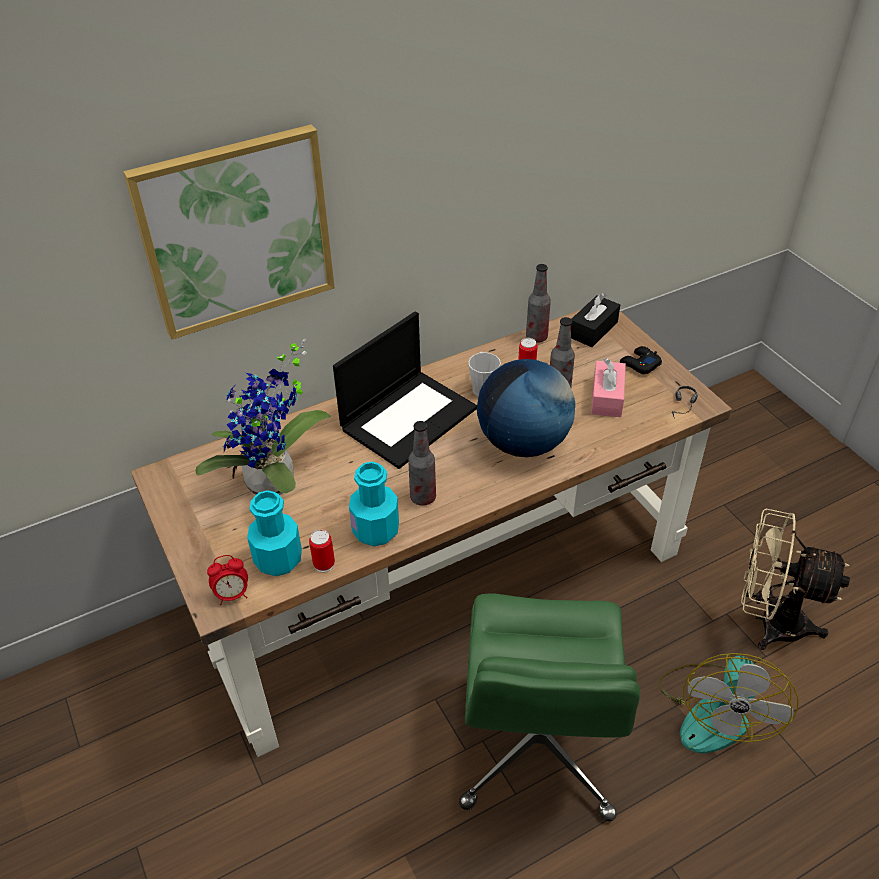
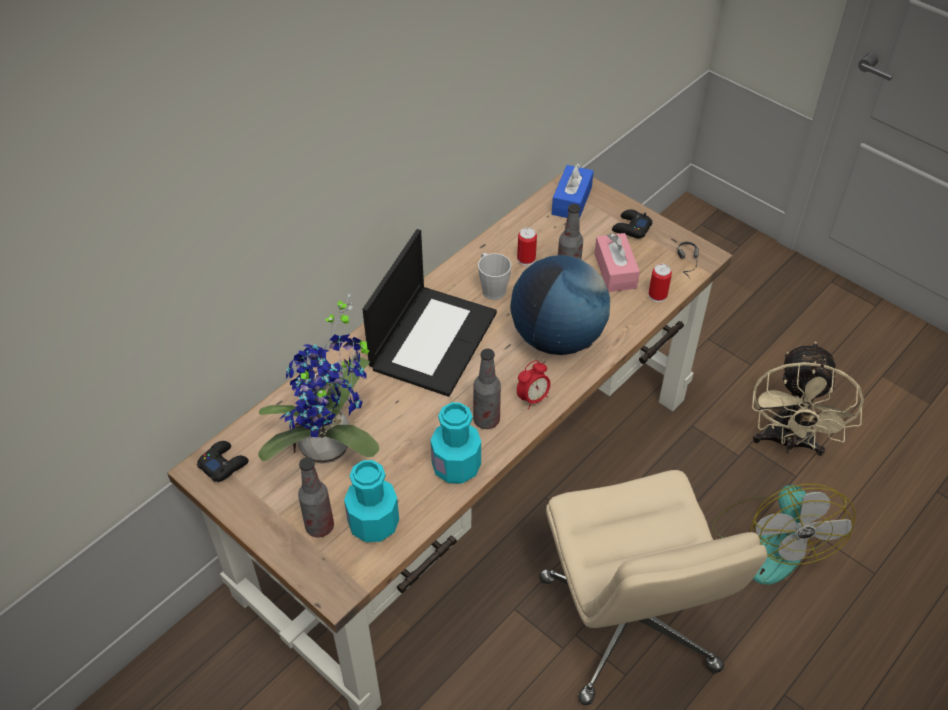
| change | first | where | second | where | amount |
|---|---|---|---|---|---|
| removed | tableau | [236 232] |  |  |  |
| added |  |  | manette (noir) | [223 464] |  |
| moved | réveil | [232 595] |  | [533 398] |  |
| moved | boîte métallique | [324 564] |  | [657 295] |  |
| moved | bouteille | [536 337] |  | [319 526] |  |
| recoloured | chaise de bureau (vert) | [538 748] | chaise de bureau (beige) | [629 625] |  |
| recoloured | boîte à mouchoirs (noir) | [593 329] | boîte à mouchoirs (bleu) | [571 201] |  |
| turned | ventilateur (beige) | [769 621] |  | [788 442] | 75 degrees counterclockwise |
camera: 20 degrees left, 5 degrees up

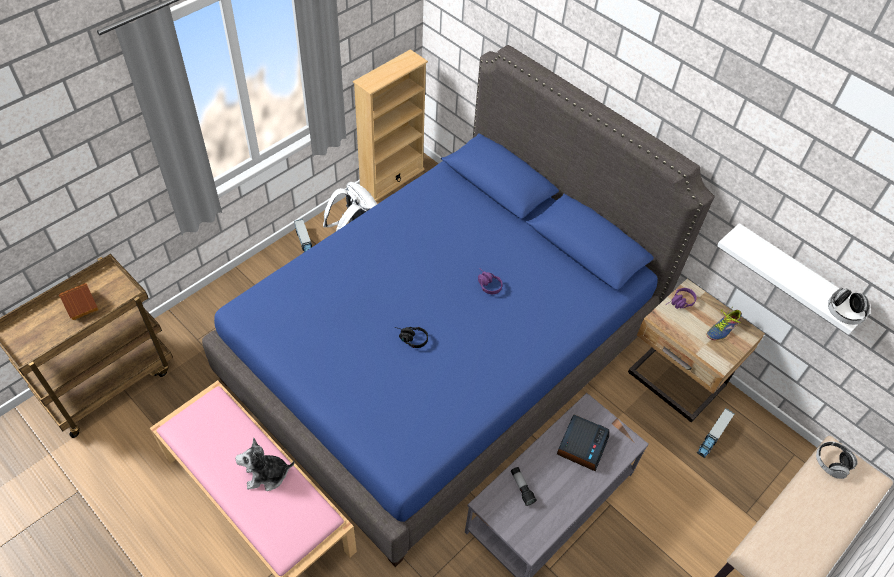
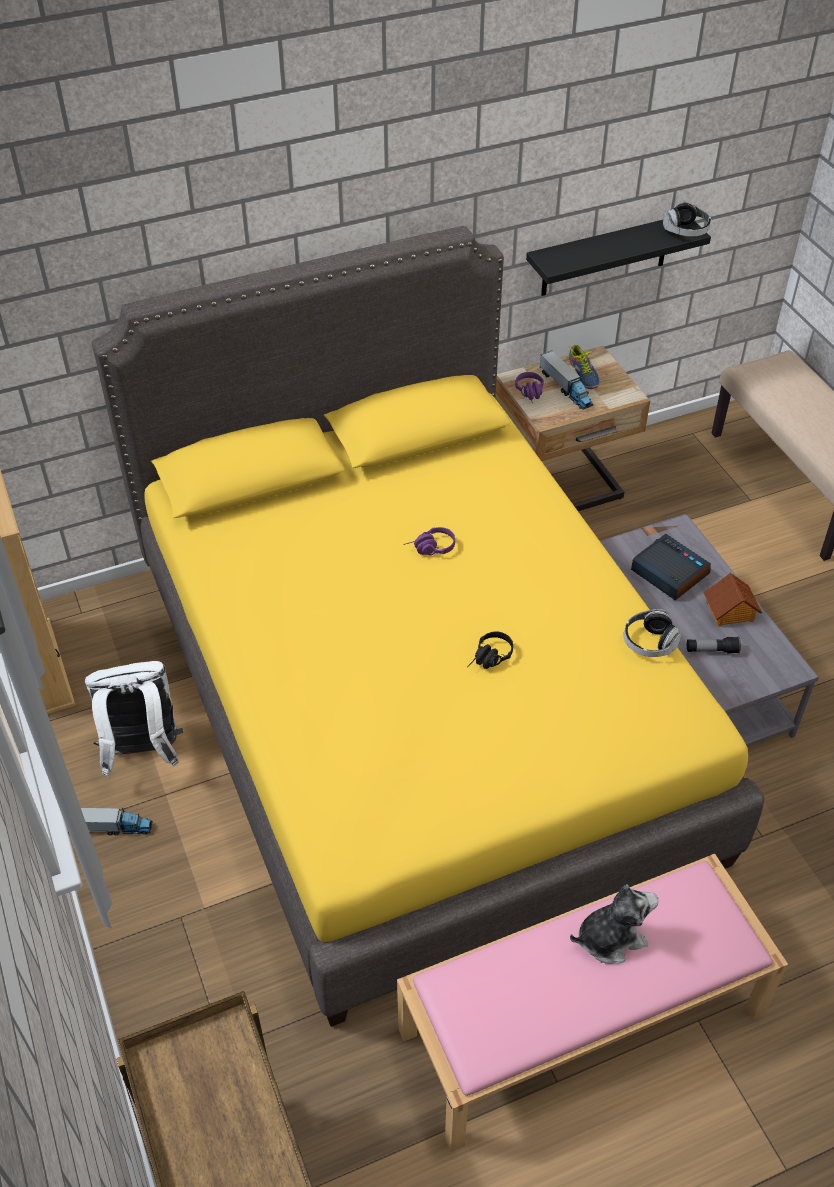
| change | first | where | second | where | amount |
|---|---|---|---|---|---|
| moved | maison miniature | [80 305] |  | [730 611] |  |
| moved | camion jouet | [713 436] |  | [565 388] |  |
| moved | casque audio | [831 463] |  | [649 643] |  |
| recoloured | lit (bleu) | [442 353] | lit (jaune) | [414 707] |  |
| recoloured | étagère (blanc) | [794 278] | étagère (noir) | [605 256] |  |
| turned | peluche | [267 475] |  | [610 937] | 120 degrees counterclockwise |
camera: 65 degrees left, 5 degrees down

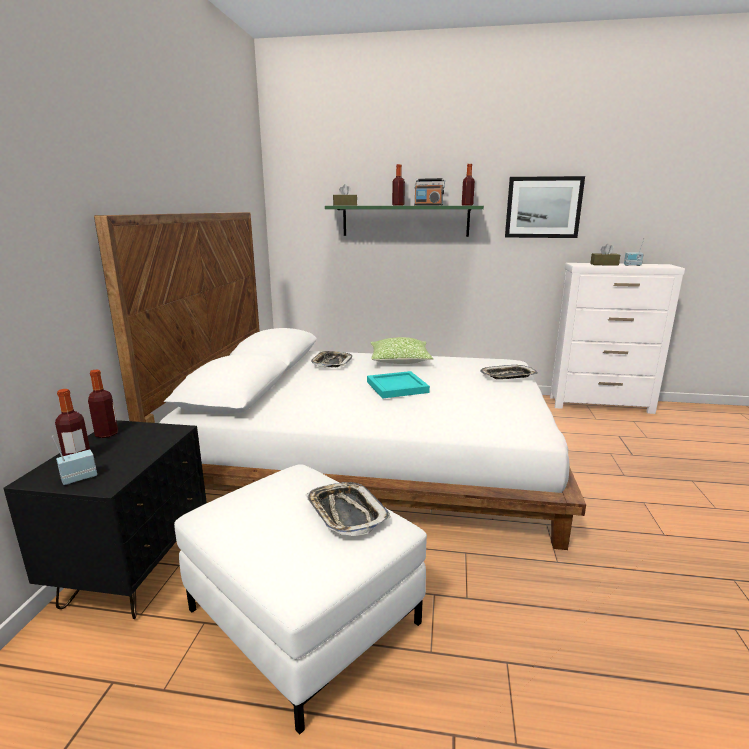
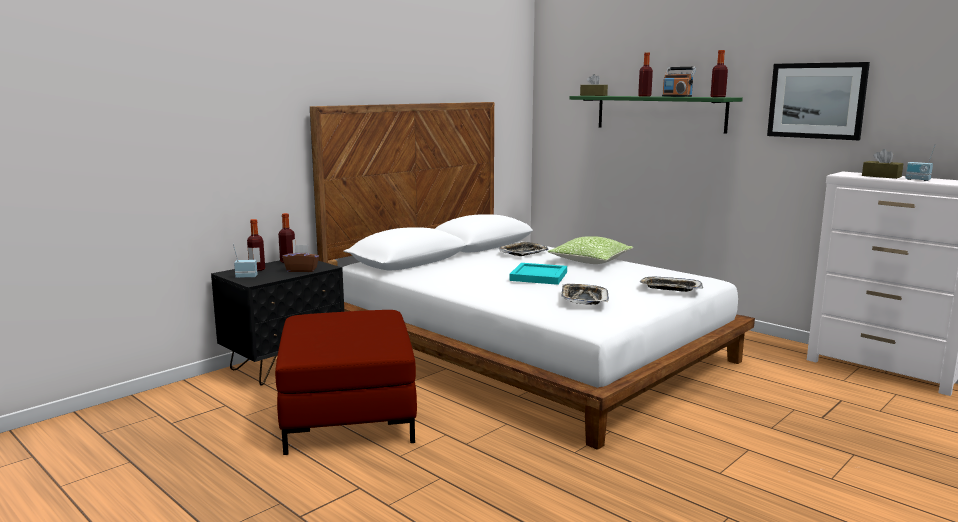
| change | first | where | second | where | amount |
|---|---|---|---|---|---|
| added |  |  | boîte à mouchoirs (marron) | [302 270] |  |
| moved | plateau | [346 513] |  | [583 299] |  |
| recoloured | pouf (blanc) | [301 616] | pouf (rouge) | [347 414] |  |
camera: 35 degrees right, 5 degrees down

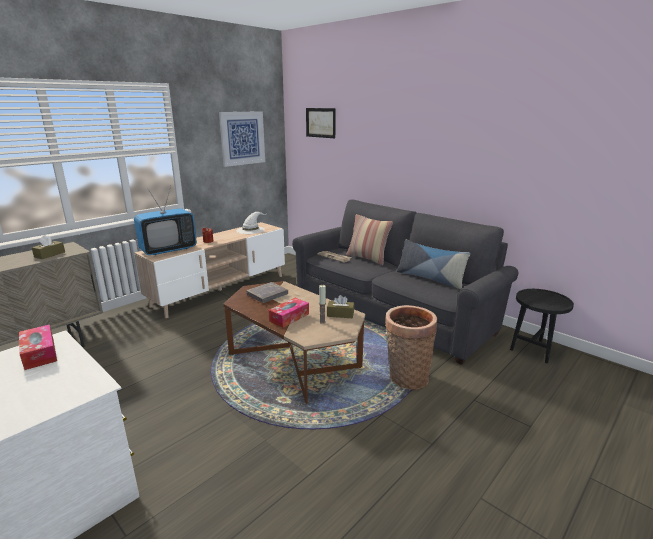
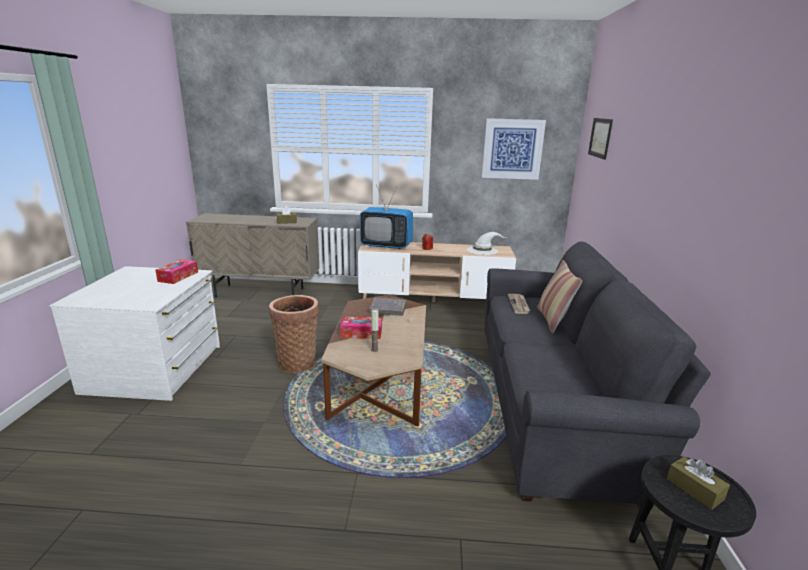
| change | first | where | second | where | amount |
|---|---|---|---|---|---|
| removed | coussin | [430 278] |  |  |  |
| moved | boîte à mouchoirs (marron) | [340 314] |  | [694 489] |  |
| moved | panier | [406 377] |  | [297 362] |  |
camera: 50 degrees right, 0 degrees up

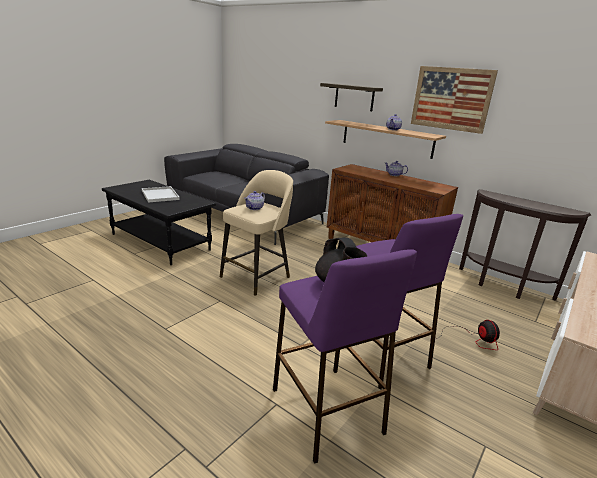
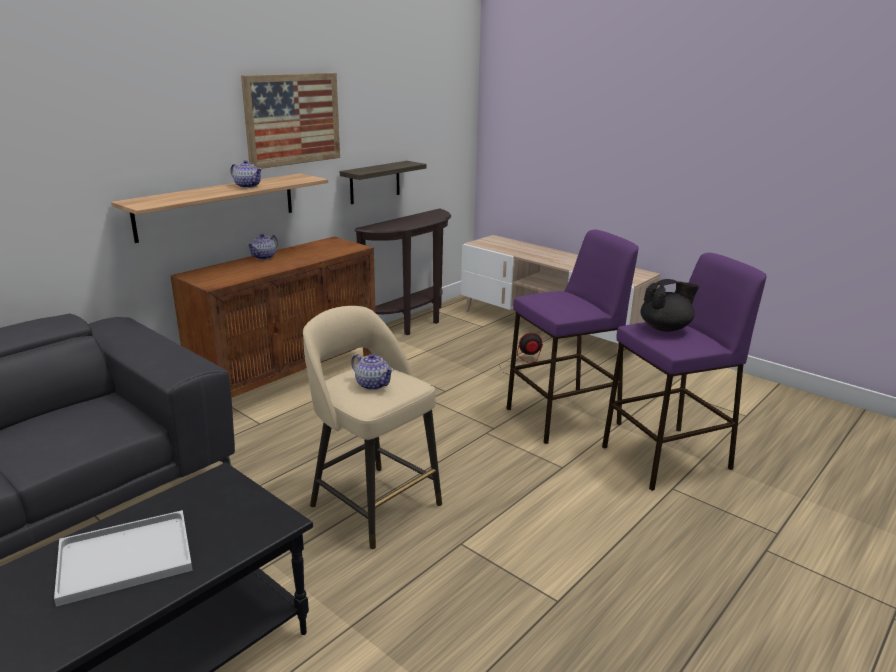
| change | first | where | second | where | amount |
|---|---|---|---|---|---|
| moved | étagère | [354 97] |  | [375 182] |  |
camera: 85 degrees left, 0 degrees up

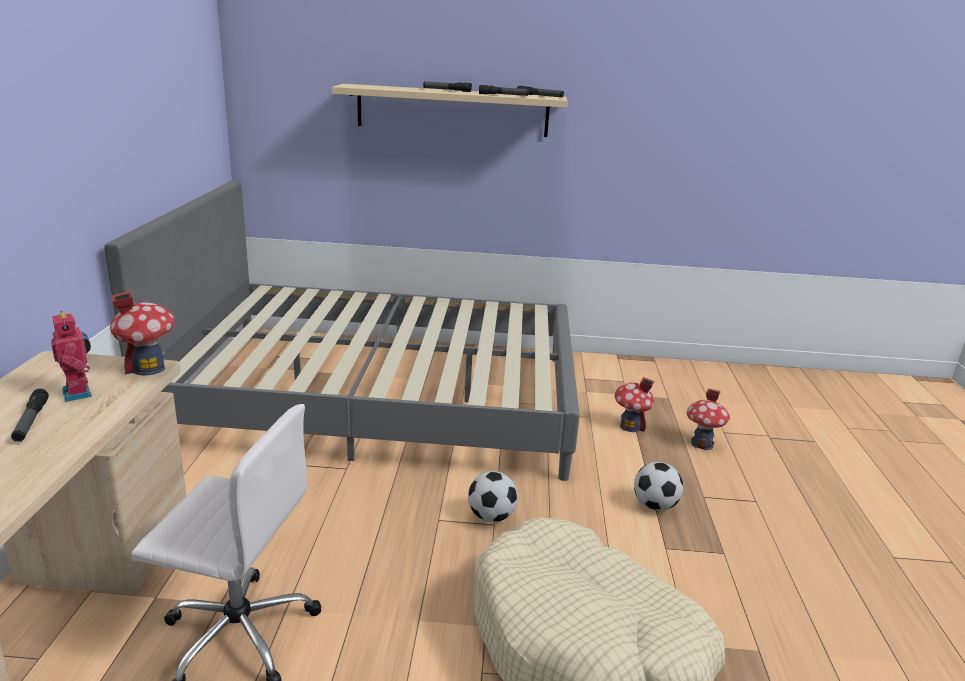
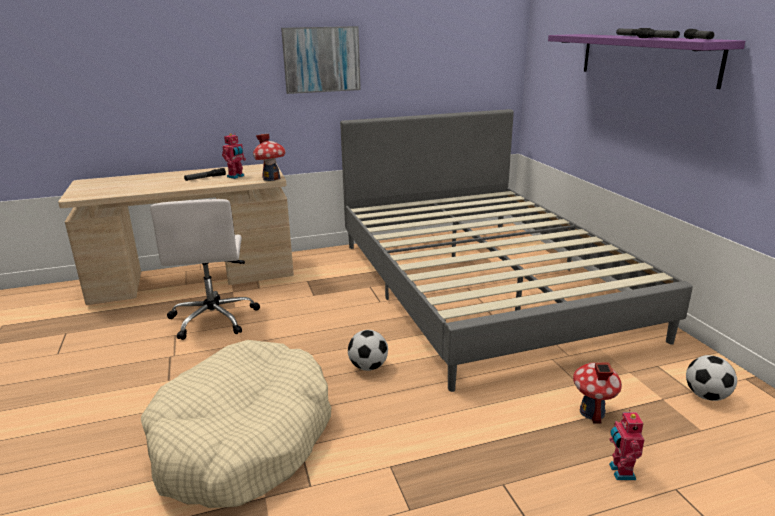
| change | first | where | second | where | amount |
|---|---|---|---|---|---|
| added |  |  | tableau | [321 59] |  |
| moved | ballon de foot | [655 506] |  | [706 396] |  |
| replaced | maison miniature | [702 444] | robot jouet | [620 472] |  |
| recoloured | étagère (beige) | [452 110] | étagère (violet) | [645 58] |  |
camera: 70 degrees right, 0 degrees up

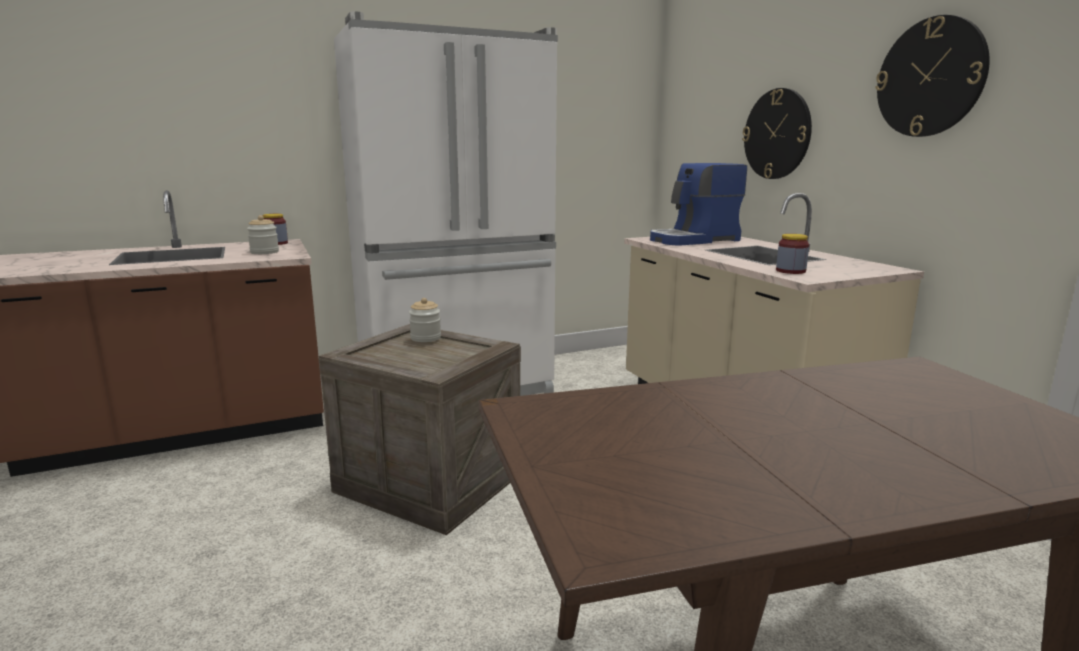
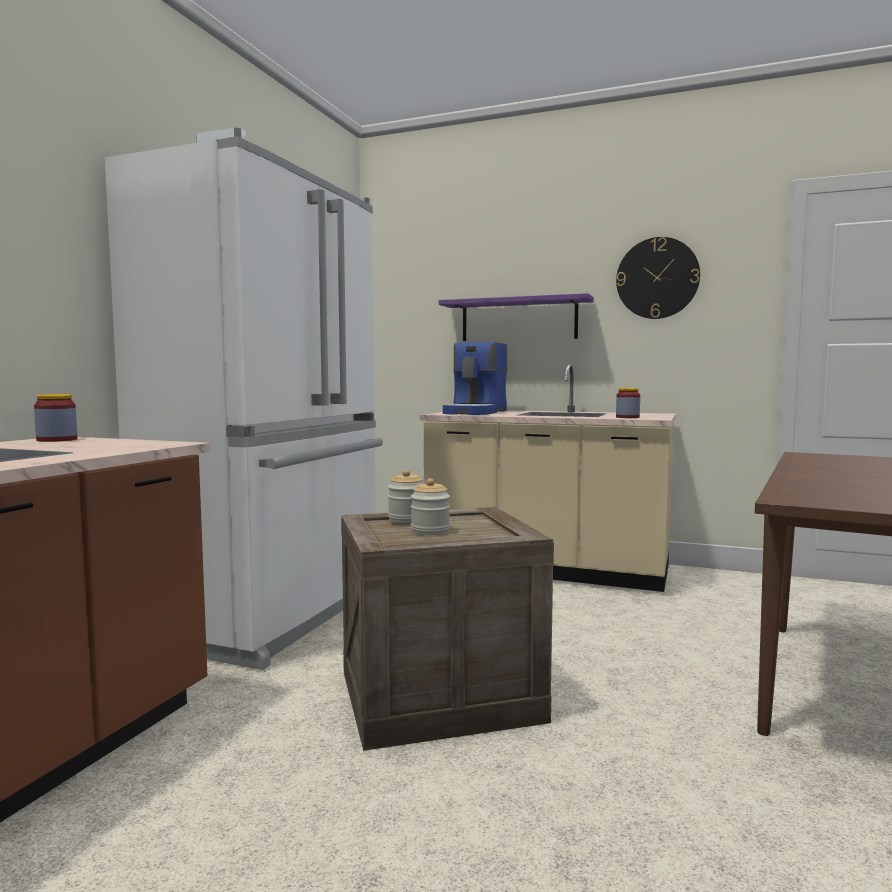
| change | first | where | second | where | amount |
|---|---|---|---|---|---|
| moved | bocal | [264 252] |  | [430 531] |  |
| replaced | horloge murale | [777 134] | étagère (violet) | [518 320] |  |
camera: 45 degrees left, 10 degrees down

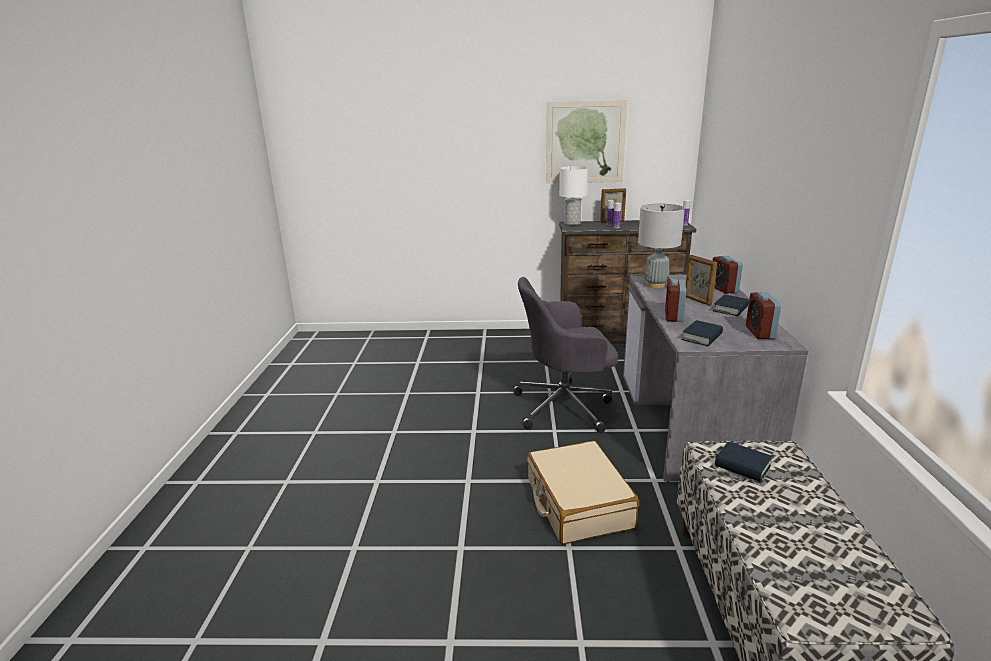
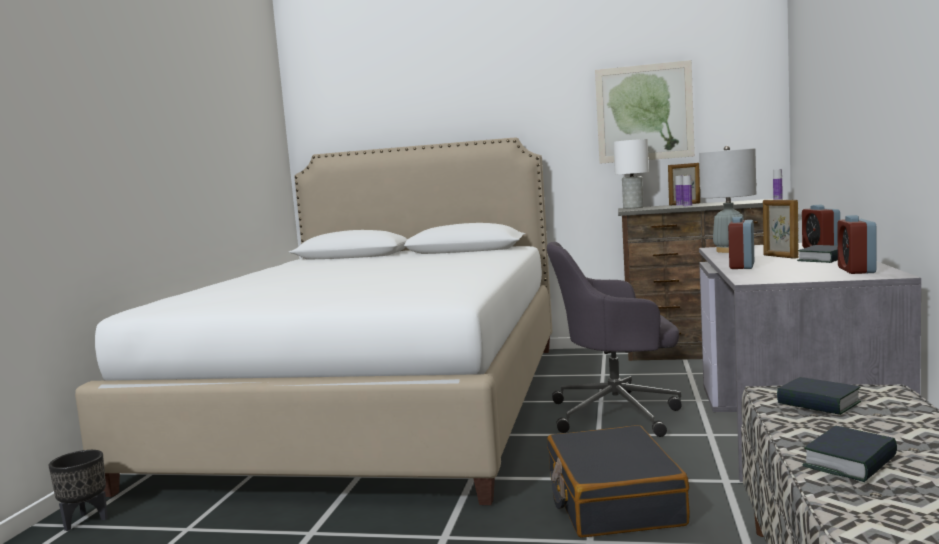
| change | first | where | second | where | amount |
|---|---|---|---|---|---|
| added |  |  | cache-pot (noir) | [85 520] |  |
| added |  |  | lit (blanc) | [378 406] |  |
| moved | livre | [702 337] |  | [850 462] |  |
| recoloured | valise (beige) | [578 503] | valise (noir) | [612 500] |  |
camera: 10 degrees right, 15 degrees down

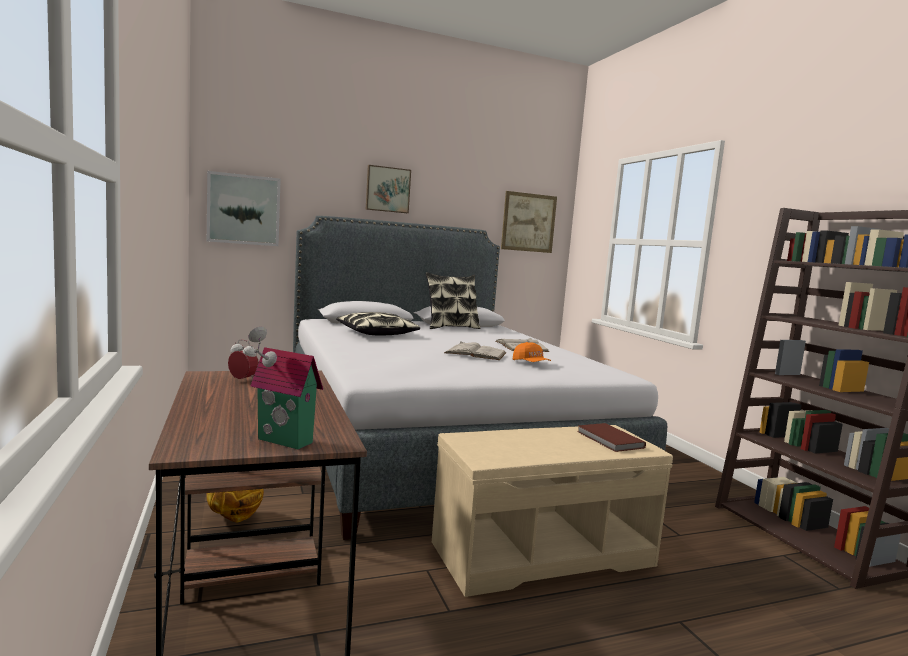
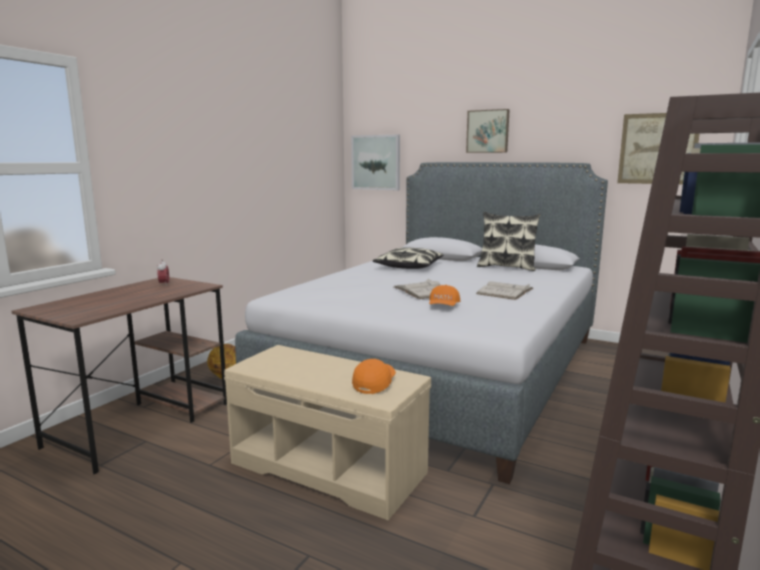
| change | first | where | second | where | amount |
|---|---|---|---|---|---|
| removed | maison miniature | [282 442] |  |  |  |
| replaced | livre (marron) | [609 440] | casquette (orange) | [374 383] |  |
camera: 50 degrees right, 5 degrees up

